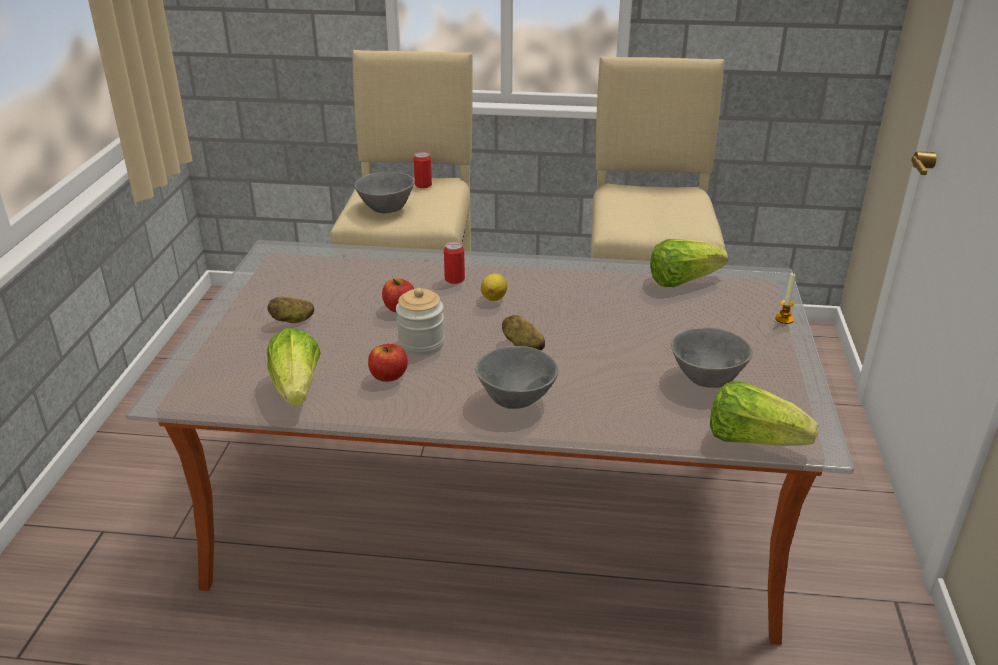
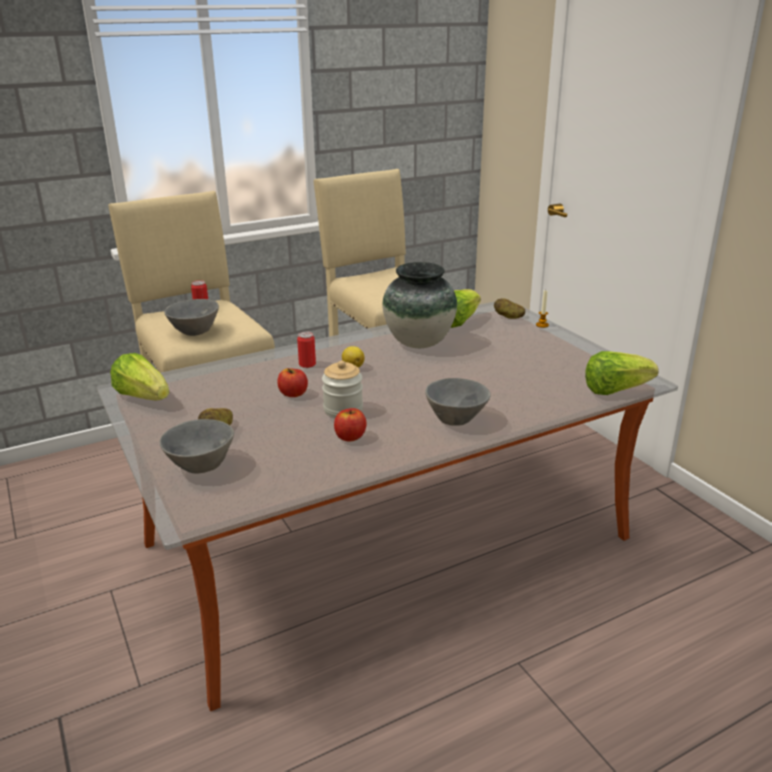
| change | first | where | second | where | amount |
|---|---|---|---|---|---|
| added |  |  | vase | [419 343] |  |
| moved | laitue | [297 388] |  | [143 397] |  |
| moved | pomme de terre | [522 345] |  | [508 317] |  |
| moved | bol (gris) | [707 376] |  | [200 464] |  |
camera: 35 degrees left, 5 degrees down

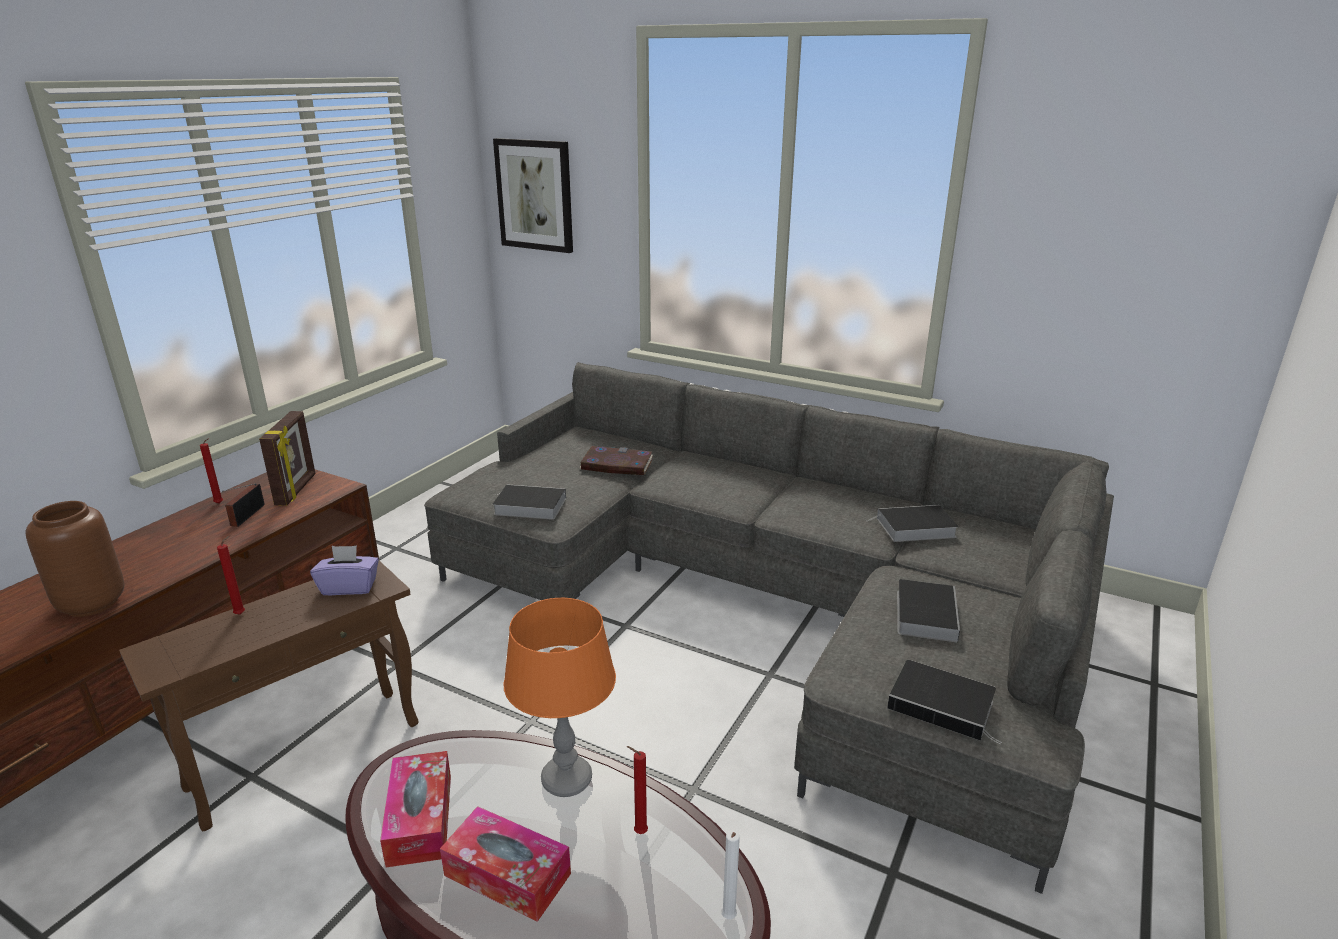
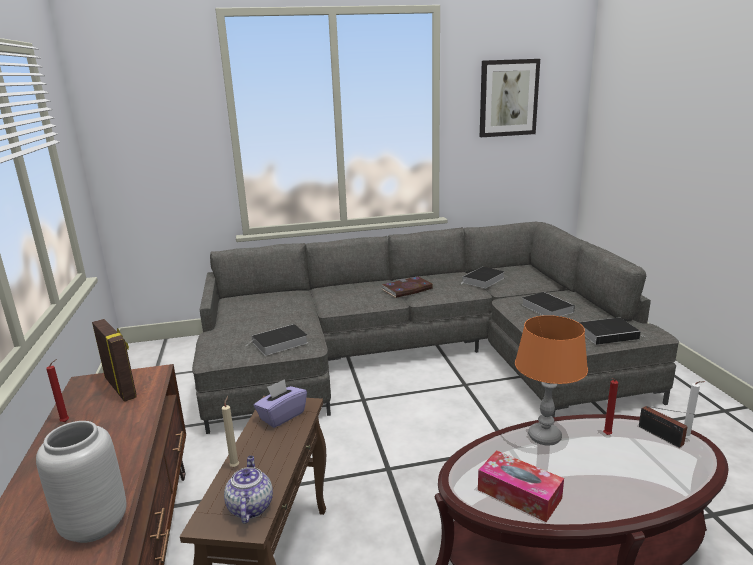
| change | first | where | second | where | amount |
|---|---|---|---|---|---|
| removed | boîte à mouchoirs | [507 874] |  |  |  |
| added |  |  | théière | [250 507] |  |
| moved | radio | [245 516] |  | [662 437] |  |
| moved | tableau | [535 195] |  | [508 98] |  |
| moved | livre | [616 464] |  | [407 289] |  |
| recoloured | vase (marron) | [93 603] | vase (gris) | [94 524] |  |
| recoloured | bougie (rouge) | [242 614] | bougie (beige) | [235 466] |  |
camera: 40 degrees left, 5 degrees down

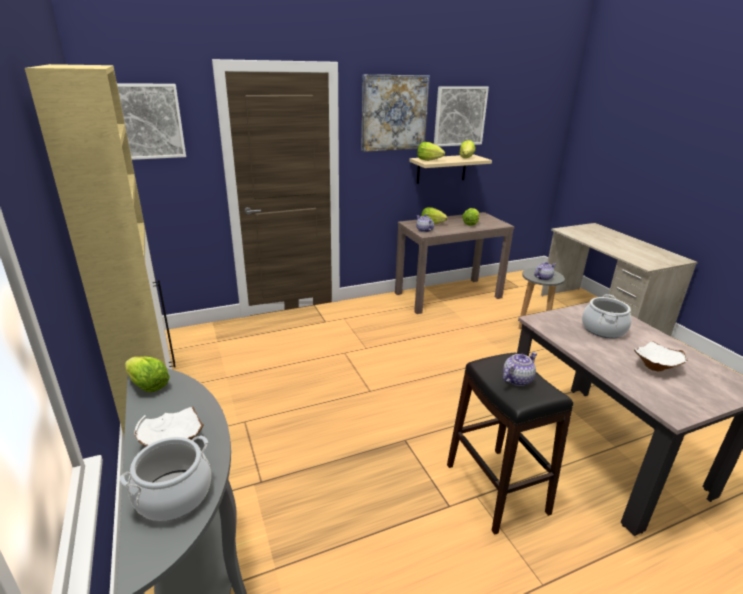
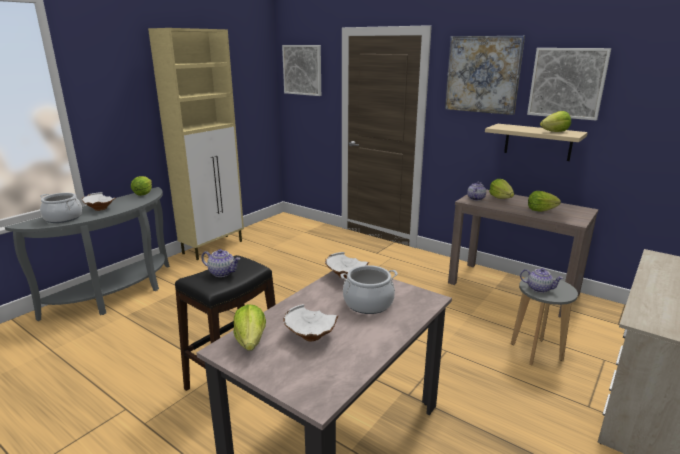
| change | first | where | second | where | amount |
|---|---|---|---|---|---|
| added |  |  | bol (blanc) | [345 276] |  |
| moved | laitue | [429 160] |  | [250 341] |  |
camera: 60 degrees right, 5 degrees down

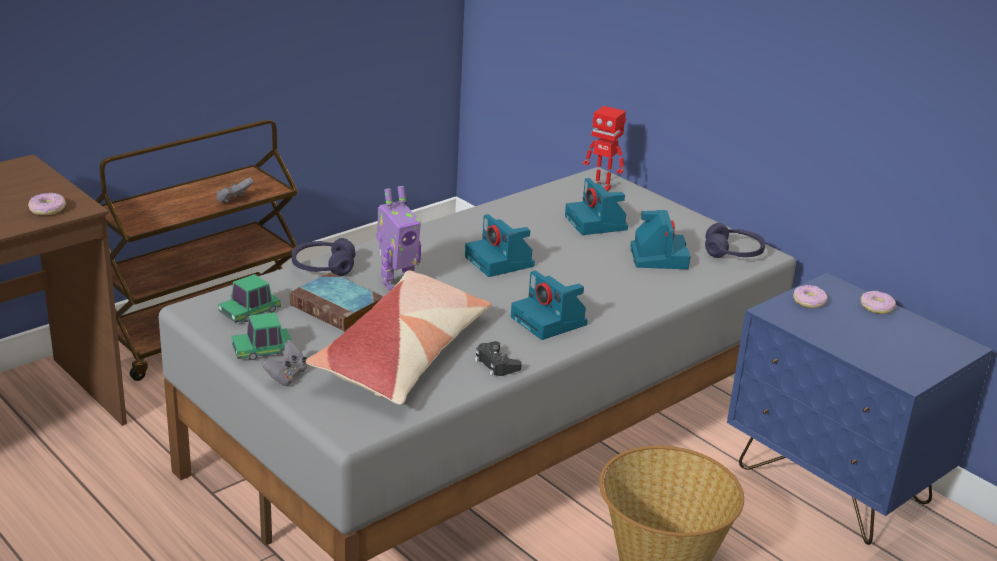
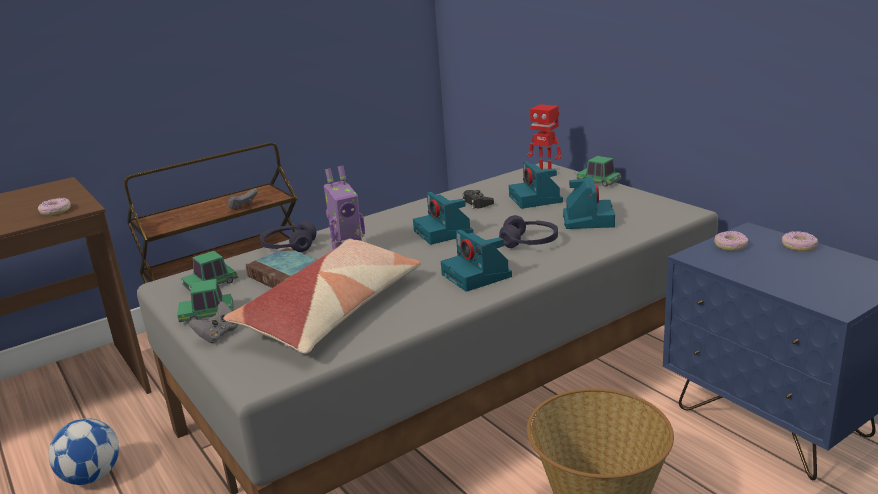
| change | first | where | second | where | amount |
|---|---|---|---|---|---|
| added |  |  | ballon de foot | [92 476] |  |
| added |  |  | petite voiture | [598 181] |  |
| moved | manette (noir) | [496 364] |  | [477 203] |  |
| moved | casque audio (violet) | [733 252] |  | [529 242] |  |
camera: 10 degrees right, 5 degrees down

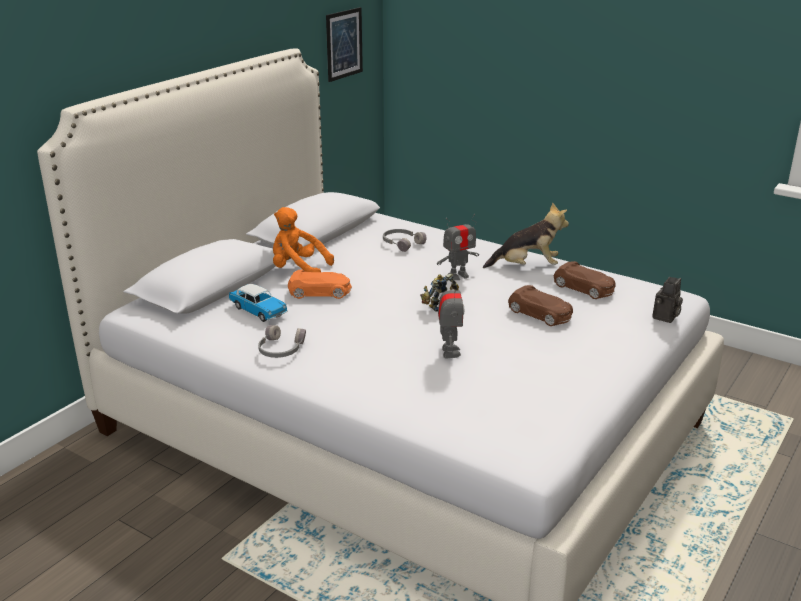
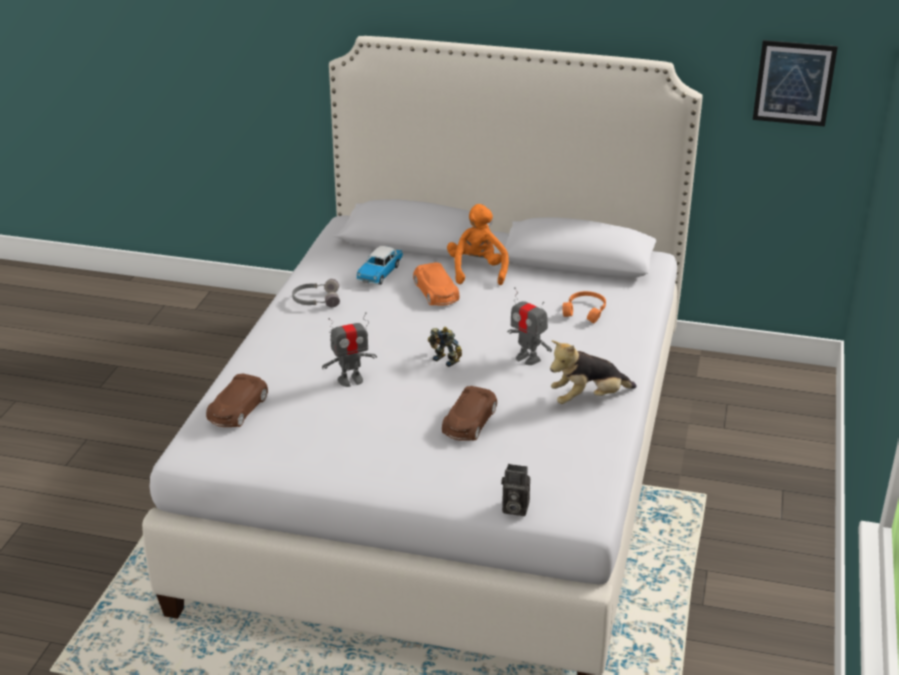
| change | first | where | second | where | amount |
|---|---|---|---|---|---|
| moved | petite voiture (marron) | [584 288] |  | [237 409] |  |
| recoloured | casque audio (gris) | [402 243] | casque audio (orange) | [585 311] |  |
| turned | peluche | [527 267] |  | [588 399] | 90 degrees clockwise |
camera: 70 degrees right, 5 degrees up

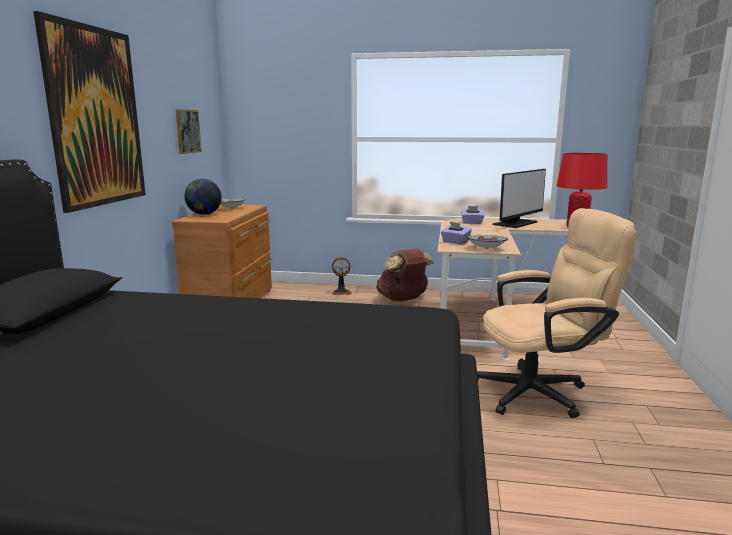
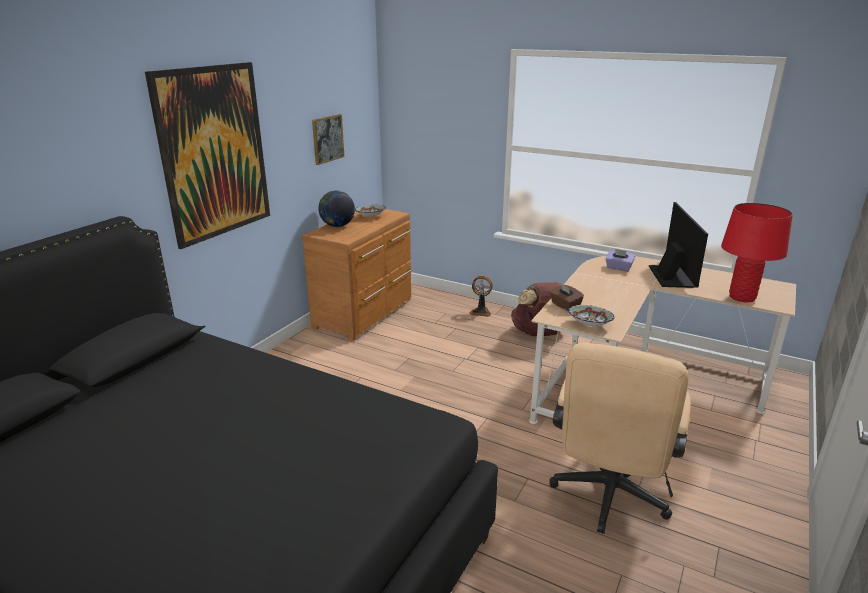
| change | first | where | second | where | amount |
|---|---|---|---|---|---|
| recoloured | boîte à mouchoirs (violet) | [455 242] | boîte à mouchoirs (marron) | [565 306] |  |
| turned | chaise de bureau (beige) | [540 391] |  | [608 497] | 105 degrees clockwise |
| turned | écran d'ordinateur | [516 223] |  | [671 276] | 60 degrees counterclockwise |
camera: 20 degrees right, 10 degrees up

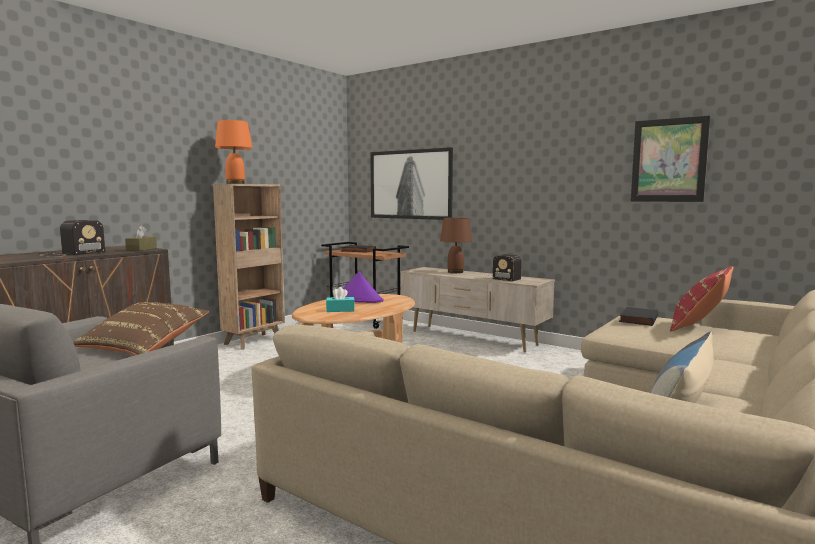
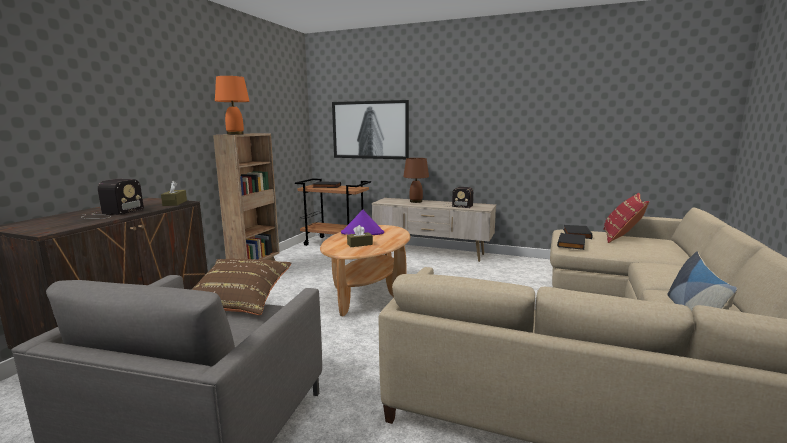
| change | first | where | second | where | amount |
|---|---|---|---|---|---|
| removed | tableau | [668 160] |  |  |  |
| added |  |  | livre (noir) | [572 244] |  |
| recoloured | boîte à mouchoirs (turquoise) | [340 310] | boîte à mouchoirs (marron) | [360 244] |  |
camera: 15 degrees left, 5 degrees up

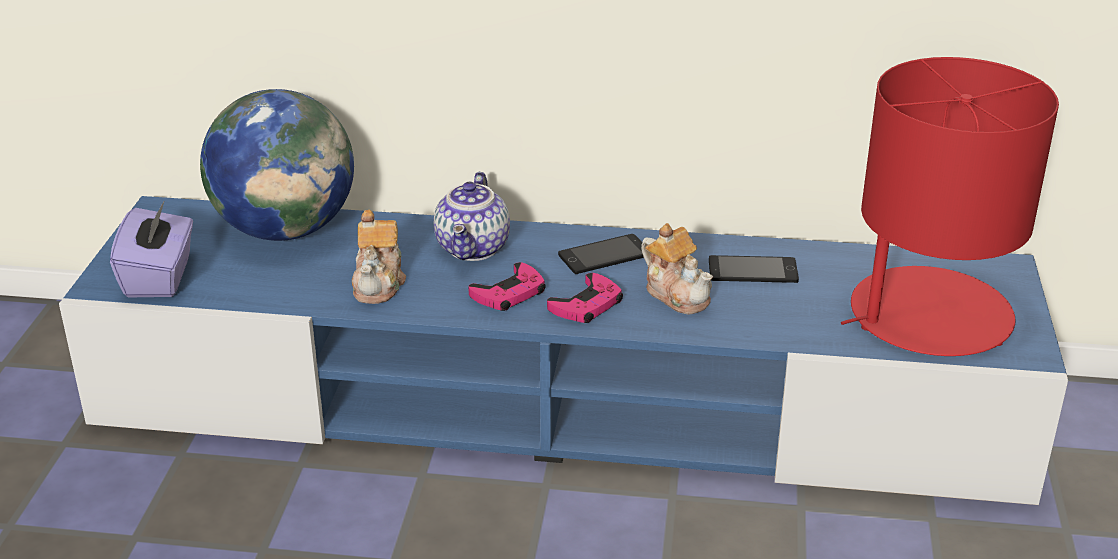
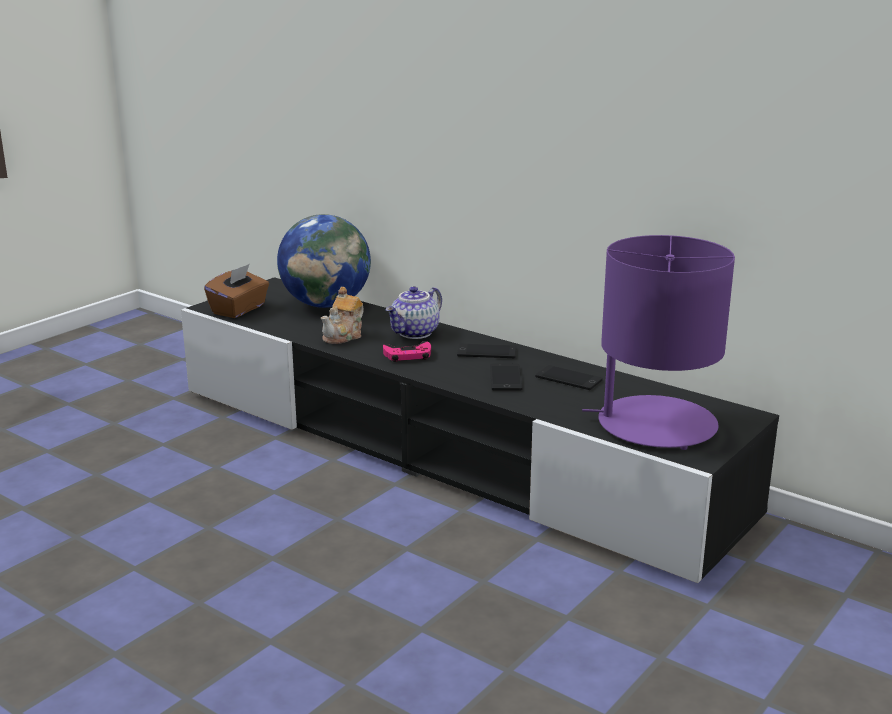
| change | first | where | second | where | amount |
|---|---|---|---|---|---|
| removed | manette (rose) | [587 305] |  |  |  |
| replaced | théière | [677 294] | téléphone | [505 378] |  |
| recoloured | meuble télé (bleu) | [561 405] | meuble télé (noir) | [447 451] |  |
| recoloured | boîte à mouchoirs (violet) | [159 277] | boîte à mouchoirs (marron) | [239 309] |  |
| recoloured | lampe de table (rouge) | [928 315] | lampe de table (violet) | [655 424] |  |
camera: 30 degrees right, 10 degrees down

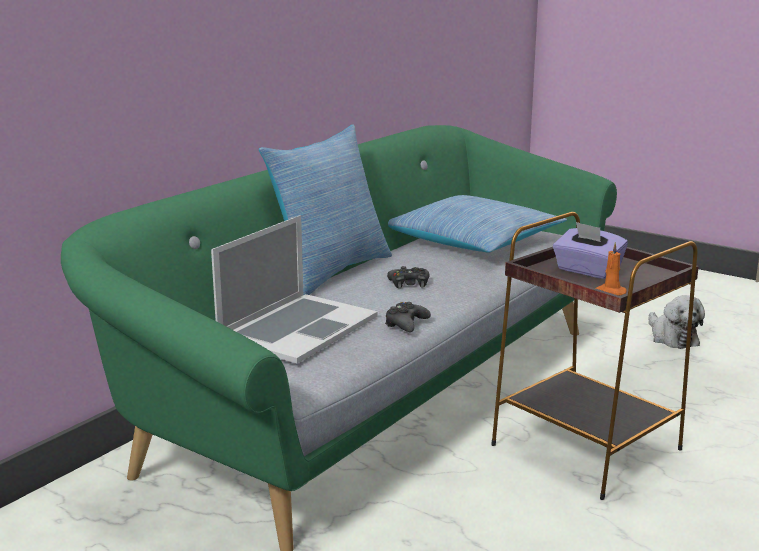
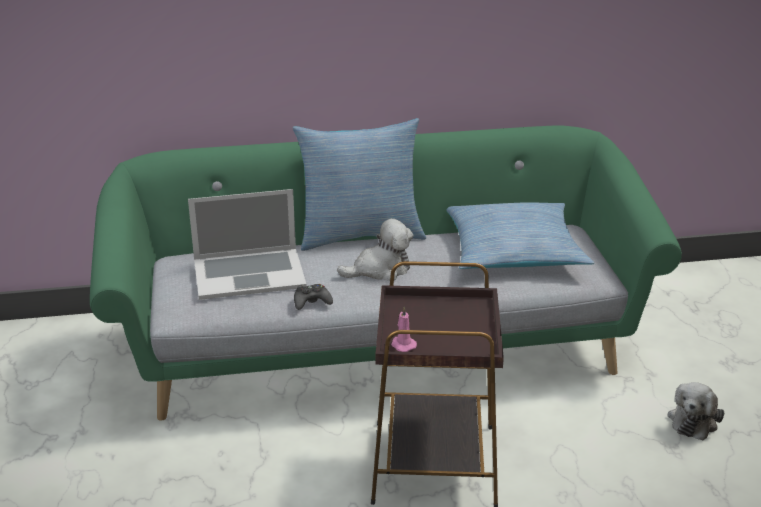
| change | first | where | second | where | amount |
|---|---|---|---|---|---|
| removed | boîte à mouchoirs (violet) | [587 271] |  |  |  |
| replaced | manette (noir) | [409 283] | peluche | [380 270] |  |
| recoloured | bougie (orange) | [609 292] | bougie (rose) | [402 345] |  |
camera: 45 degrees right, 10 degrees up

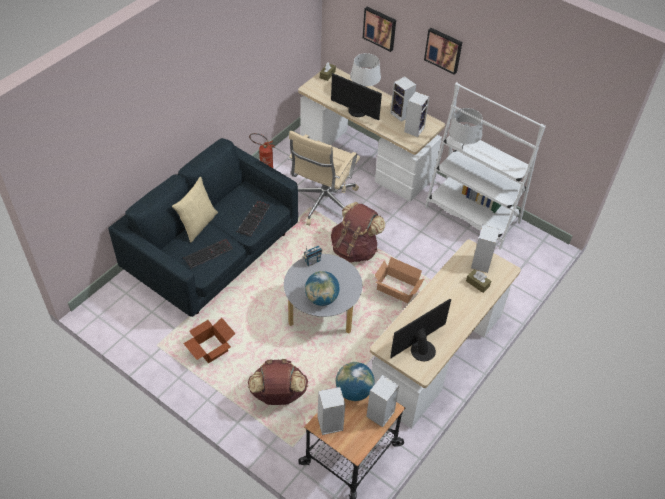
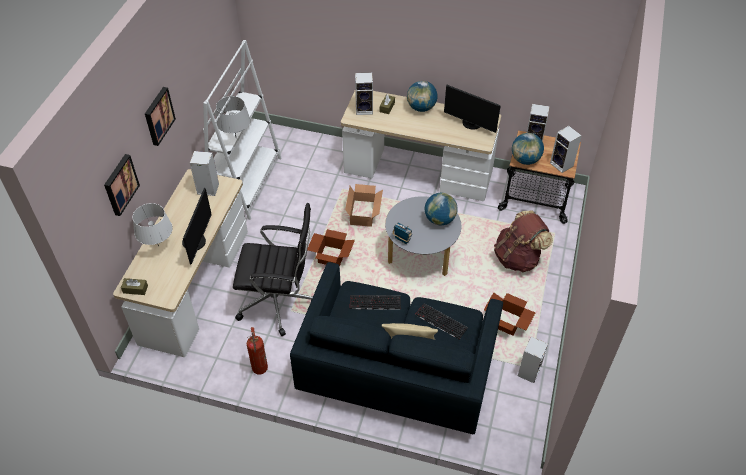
| change | first | where | second | where | amount |
|---|---|---|---|---|---|
| added |  |  | globe | [421 108] |  |
| moved | enceinte | [402 114] |  | [529 371] |  |
| replaced | sac à dos (marron) | [355 249] | carton | [331 256] |  |
| recoloured | chaise de bureau (beige) | [323 202] | chaise de bureau (noir) | [279 302] |  |
camera: 110 degrees left, 0 degrees up

